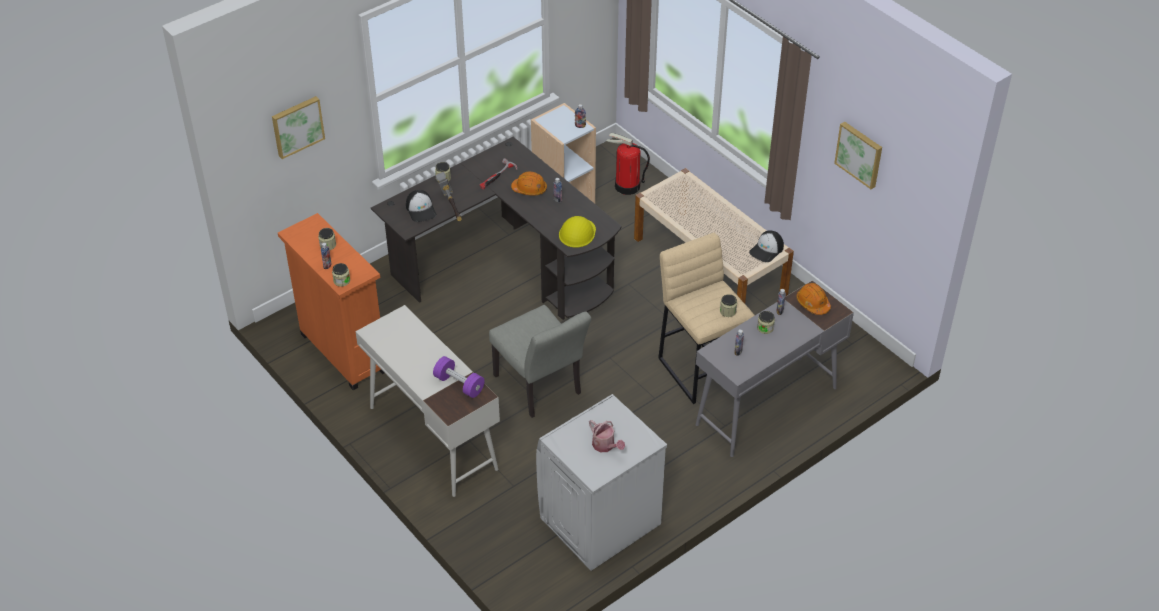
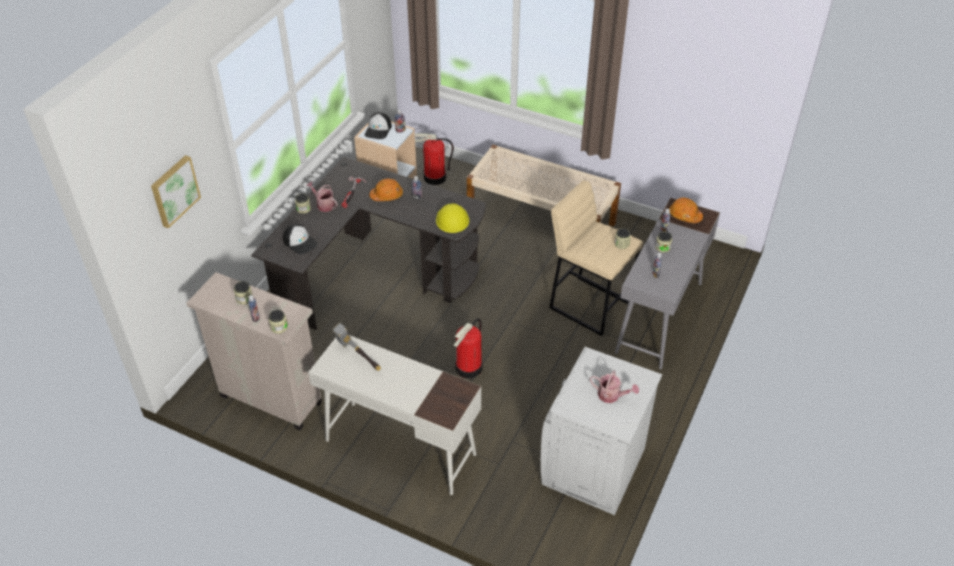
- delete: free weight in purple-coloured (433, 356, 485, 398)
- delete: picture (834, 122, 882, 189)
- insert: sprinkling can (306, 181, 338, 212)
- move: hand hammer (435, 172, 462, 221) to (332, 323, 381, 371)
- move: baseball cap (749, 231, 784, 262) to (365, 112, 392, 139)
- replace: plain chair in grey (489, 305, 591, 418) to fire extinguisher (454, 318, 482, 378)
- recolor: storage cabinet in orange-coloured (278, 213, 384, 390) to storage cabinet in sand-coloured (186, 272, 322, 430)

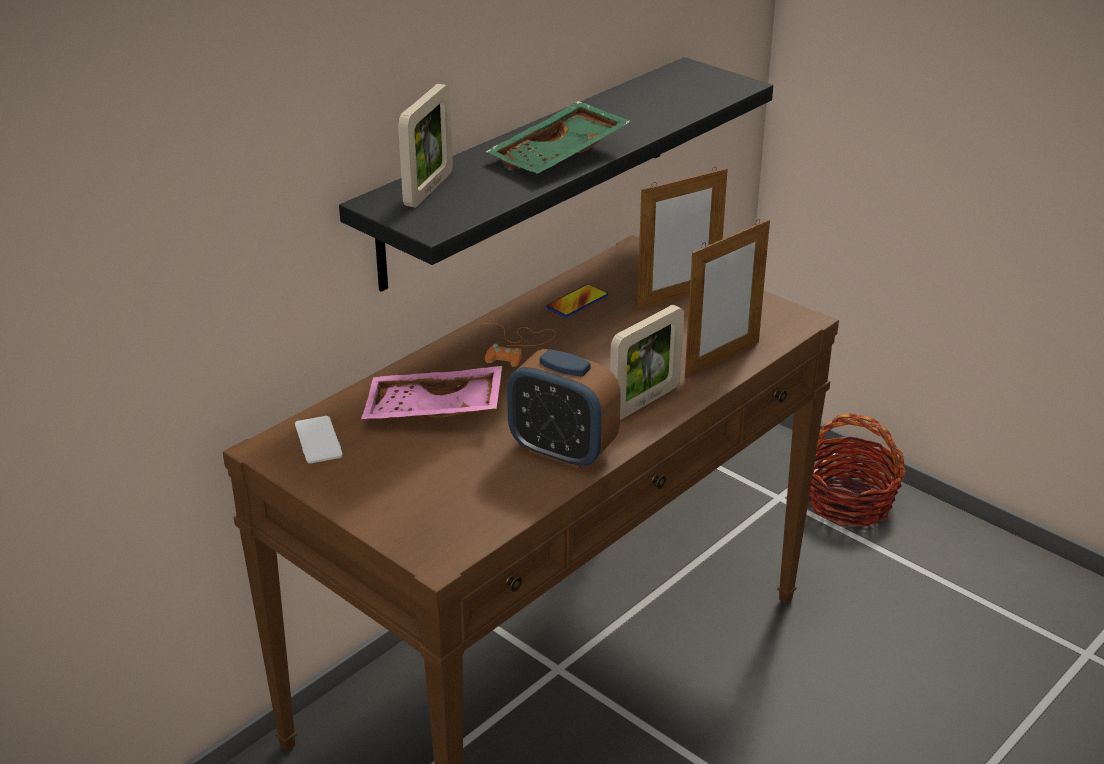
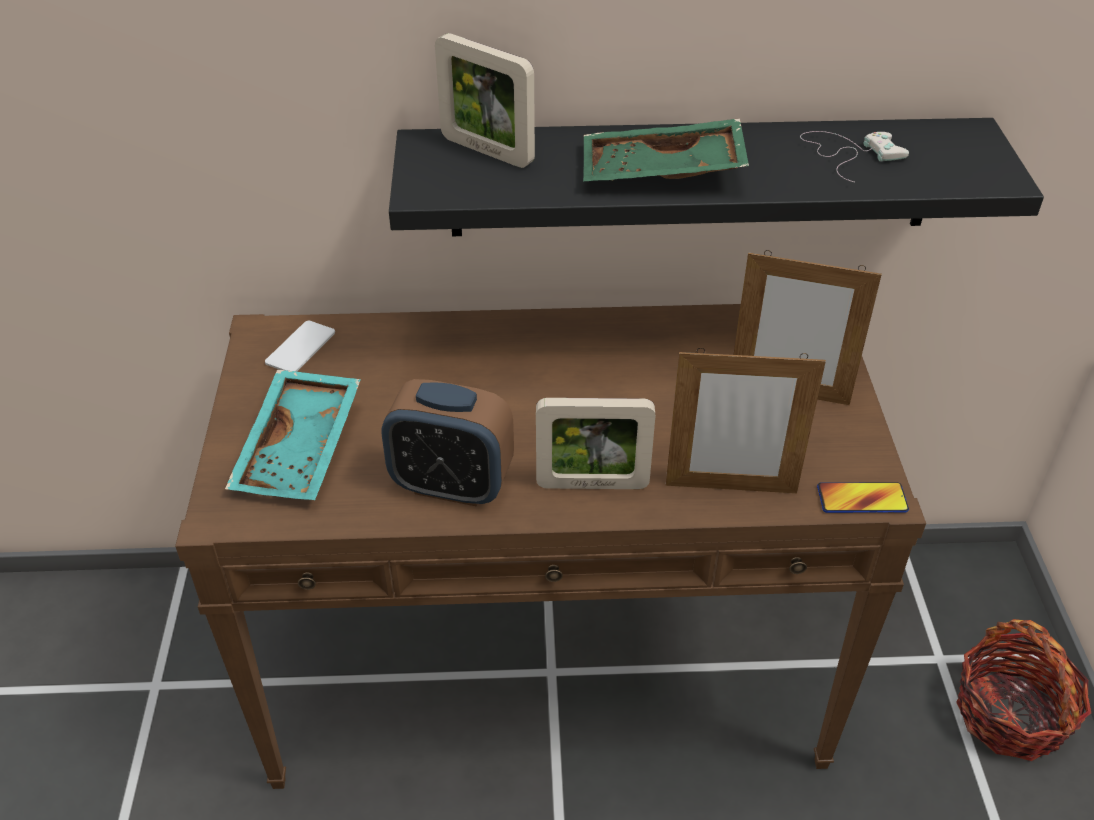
- delete: carrying tray in pinkish (361, 366, 502, 419)
- delete: gamepad in orange-coloured (481, 323, 556, 367)
- insert: carrying tray in turquoise (225, 370, 361, 500)
- insert: gamepad in white (800, 131, 909, 183)
- move: telephone (546, 284, 608, 317) to (817, 482, 909, 513)
- rotate: picture frame (398, 84, 453, 207) = (435, 33, 535, 168) 60 degrees clockwise
- rotate: table clock (507, 349, 621, 469) = (382, 379, 514, 507) 60 degrees counterclockwise

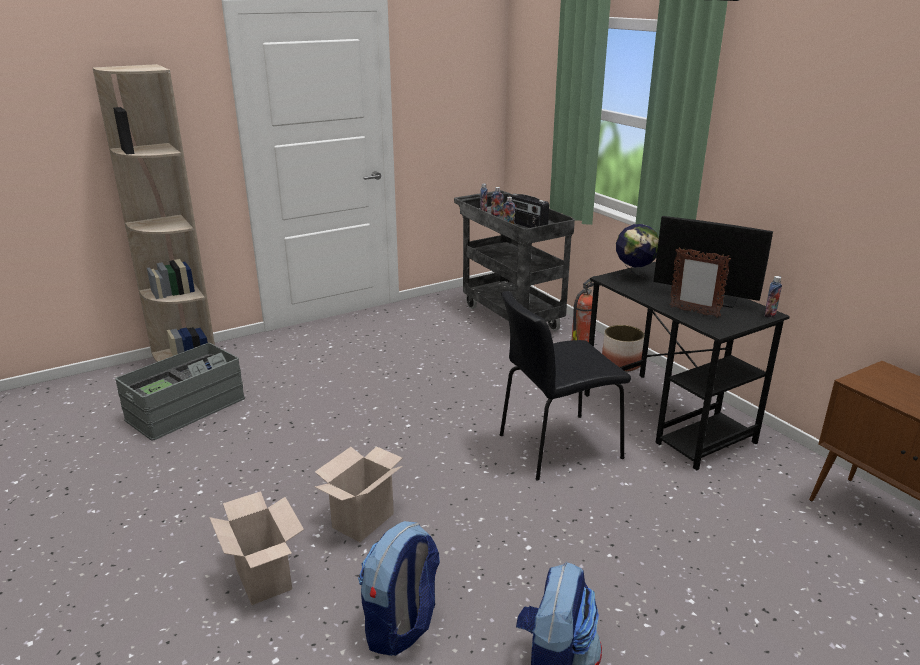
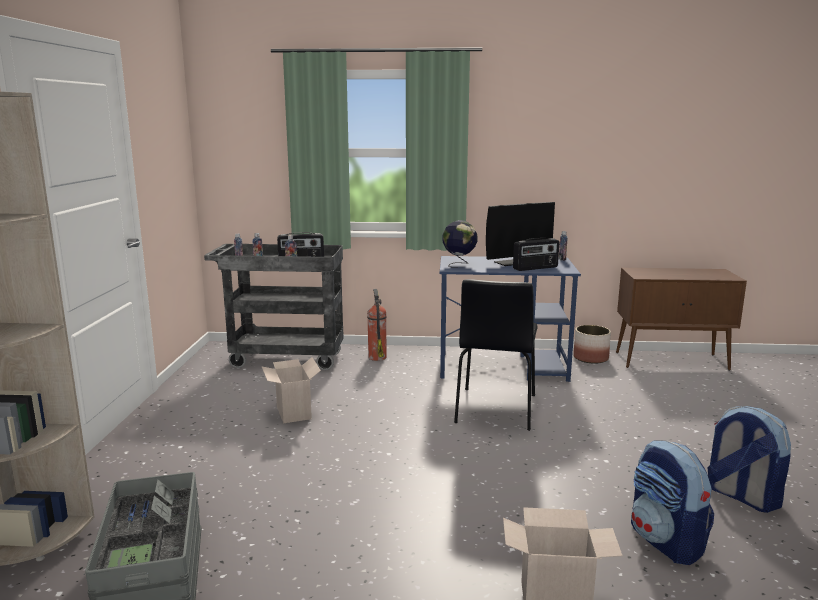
- move: carton (315, 446, 402, 542) to (262, 357, 321, 424)
- move: planter (602, 325, 645, 372) to (573, 325, 611, 364)
- replace: picture frame (669, 248, 731, 318) to radio (513, 238, 559, 271)
- recolor: desk unit in black (584, 262, 790, 470) to desk unit in blue (440, 256, 581, 382)

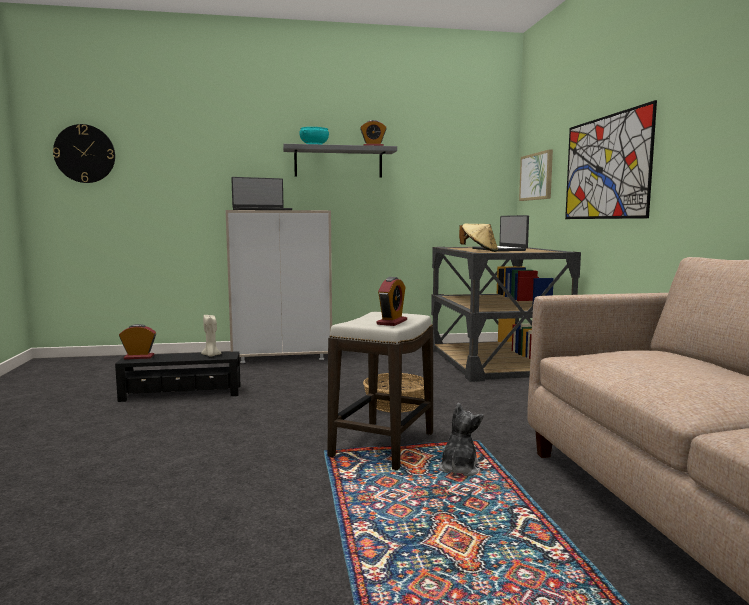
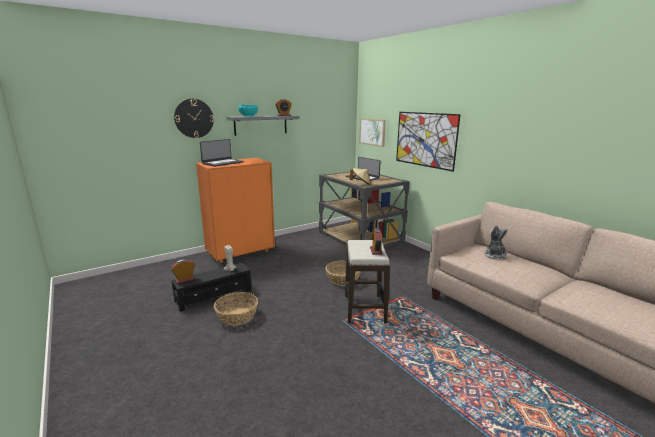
- insert: household basket (214, 292, 258, 325)
- move: clock on the wall (53, 124, 115, 183) to (174, 99, 214, 138)
- move: soft toy (439, 403, 483, 476) to (483, 225, 507, 259)
- recolor: storage cabinet in sand-coloured (225, 210, 332, 363) to storage cabinet in orange-coloured (196, 158, 275, 263)

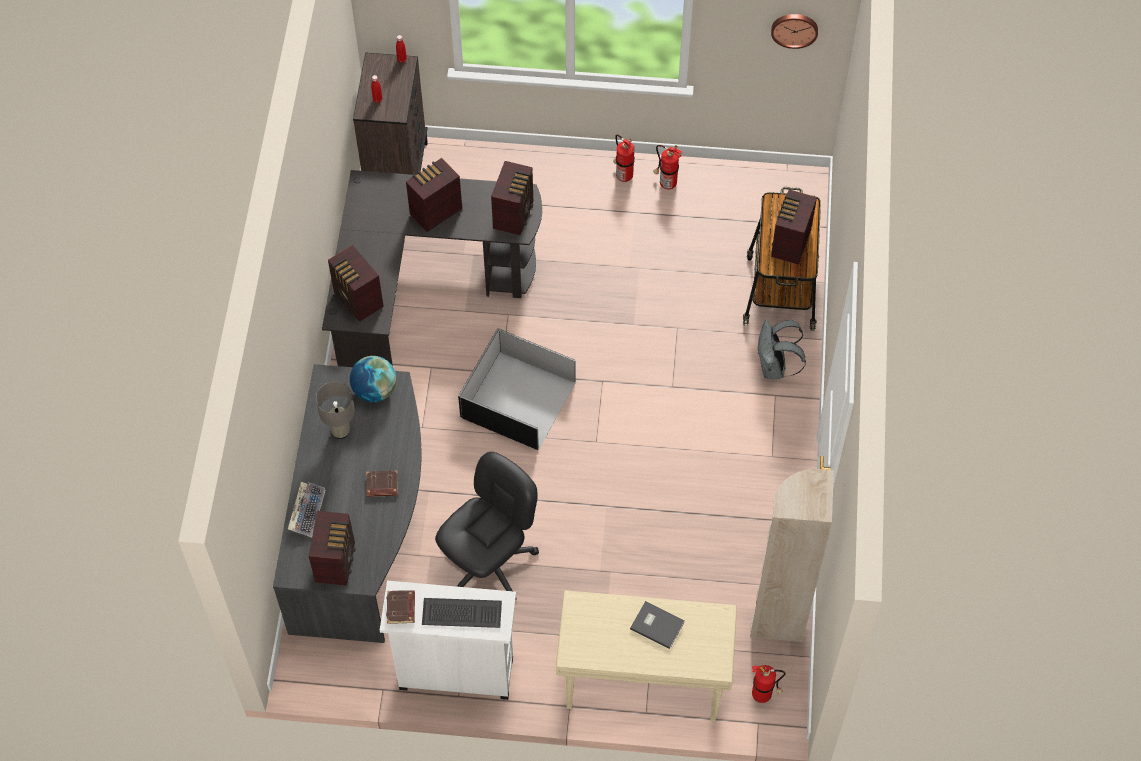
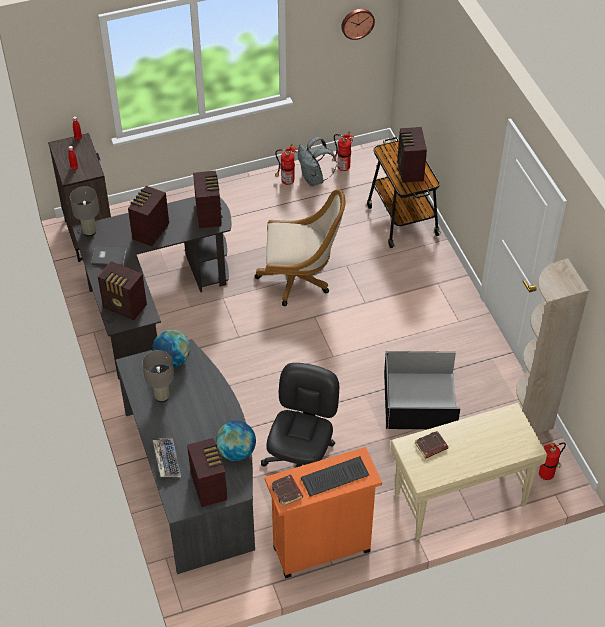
- insert: tabletop lamp in grey (70, 186, 99, 237)
- insert: world globe (216, 421, 256, 461)
- insert: desk chair (255, 189, 345, 306)
- move: bound book in brown-coloured (366, 470, 398, 497) to (415, 431, 448, 459)
- move: storage container in black (458, 328, 576, 450) to (384, 351, 460, 429)
- move: fire extinguisher (613, 134, 635, 182) to (332, 132, 354, 171)
- move: bound book in grey (630, 601, 685, 649) to (91, 246, 127, 266)
- move: backpack in grey (757, 320, 806, 379) to (298, 137, 337, 186)
- recolor: storage cabinet in white (380, 581, 516, 700) to storage cabinet in orange-coloured (265, 447, 382, 579)

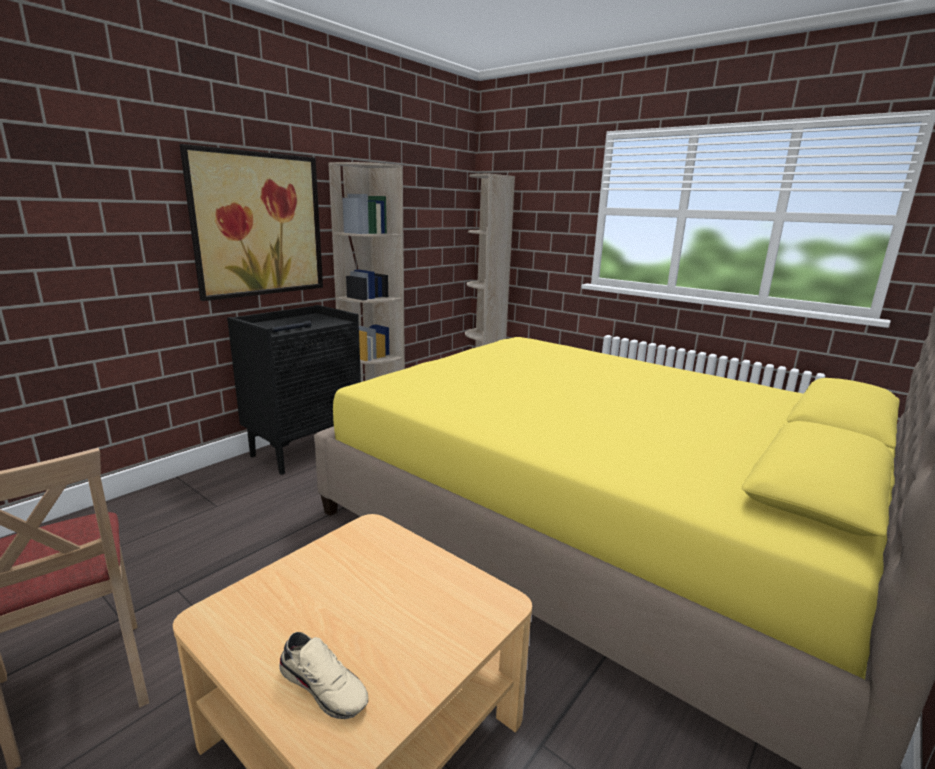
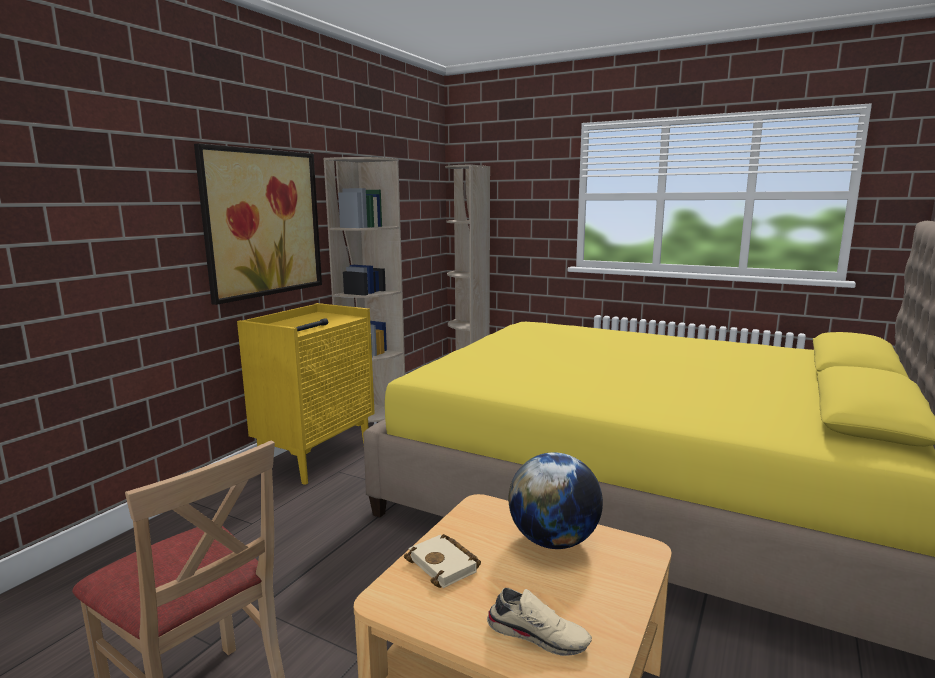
- insert: bound book in sand-coloured (404, 534, 481, 588)
- insert: world globe (509, 452, 603, 549)
- recolor: storage cabinet in black (227, 305, 361, 474) to storage cabinet in yellow (237, 303, 375, 485)

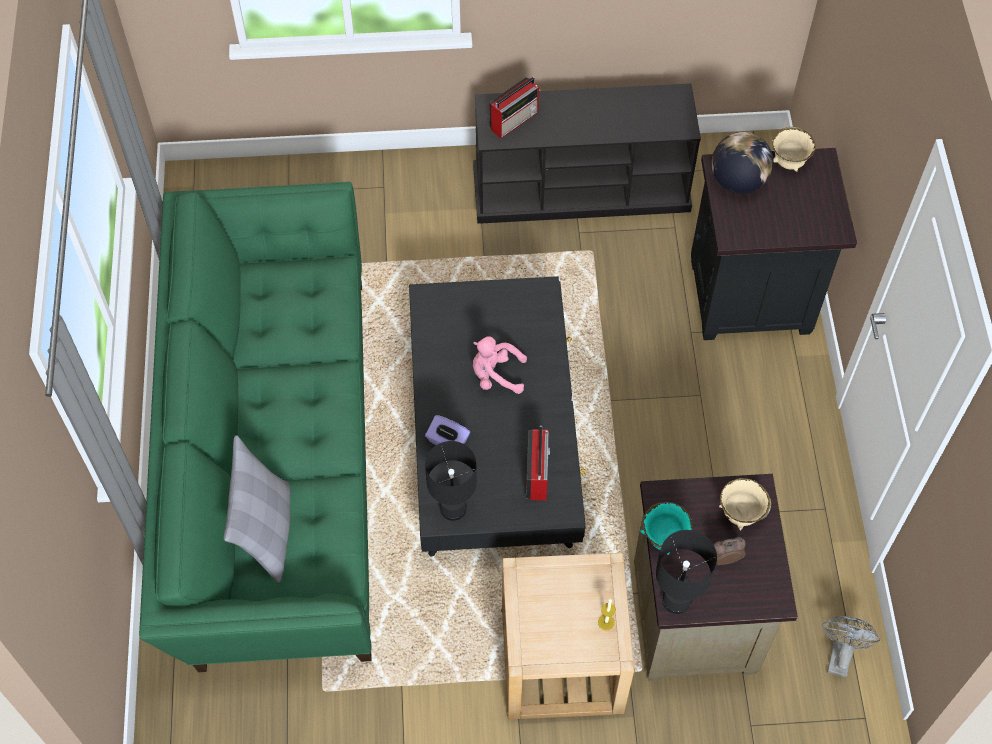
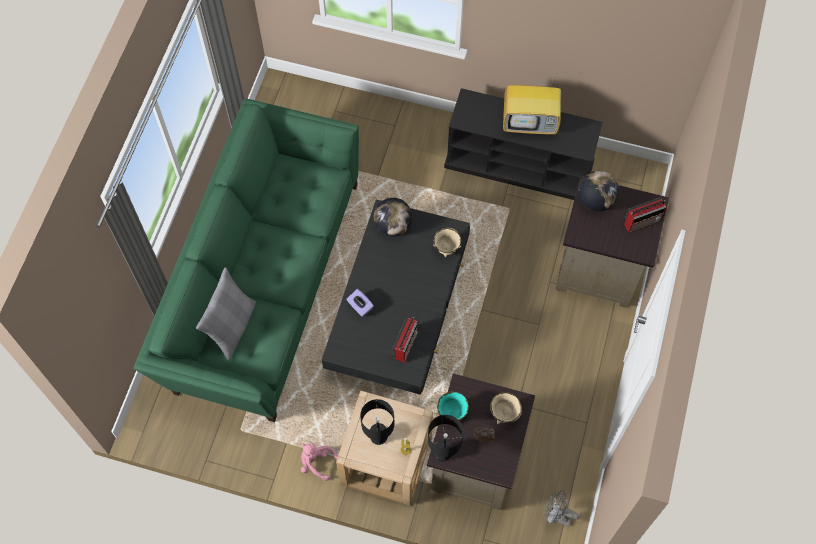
- insert: world globe (374, 198, 412, 237)
- insert: TV (503, 69, 561, 134)
- move: tabletop lamp in black (425, 441, 477, 521) to (360, 399, 394, 445)
- move: soft toy in pinkish (473, 336, 527, 394) to (301, 443, 338, 481)
- move: radio (490, 77, 539, 138) to (624, 197, 667, 233)
- move: serving bowl in sand-coloured (772, 127, 816, 172) to (433, 227, 462, 257)
- recolor: storage cabinet in black (691, 148, 857, 340) to storage cabinet in sand-coloured (556, 176, 669, 308)
- rotate: electric fan in grey (822, 616, 880, 678) = (545, 490, 579, 527) 105 degrees counterclockwise

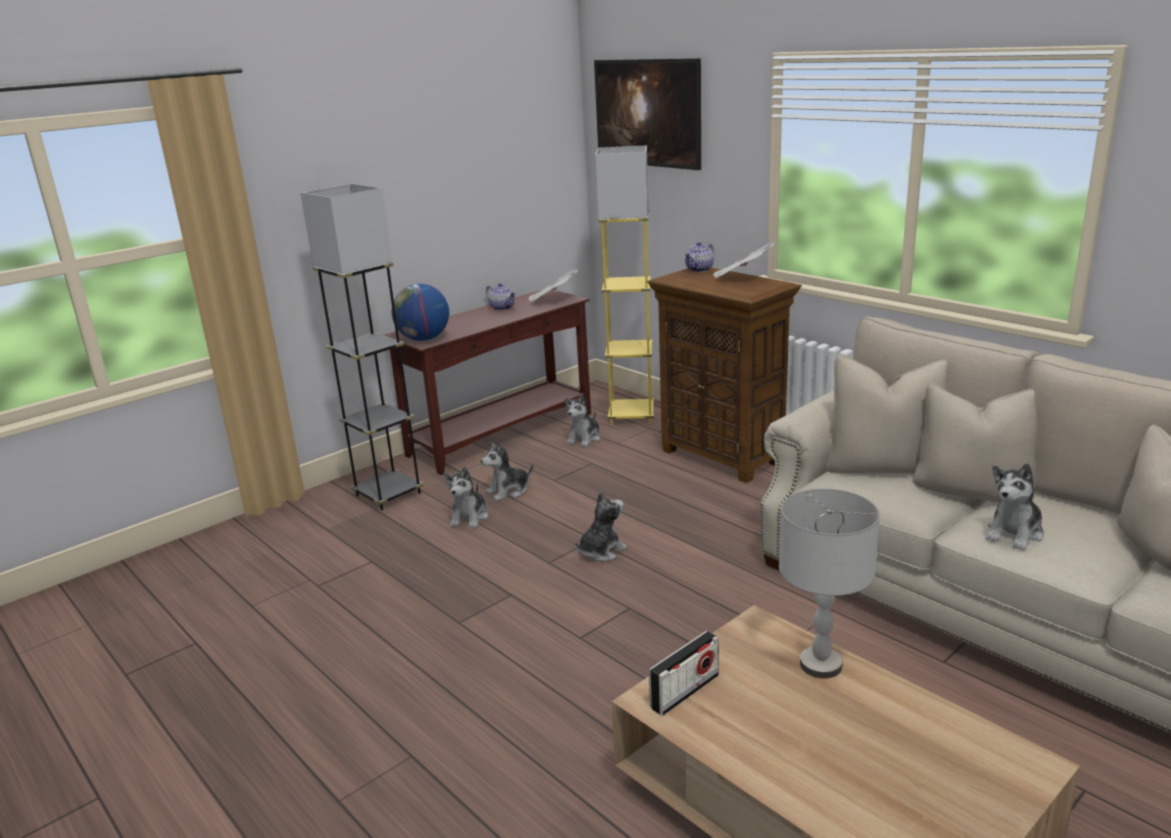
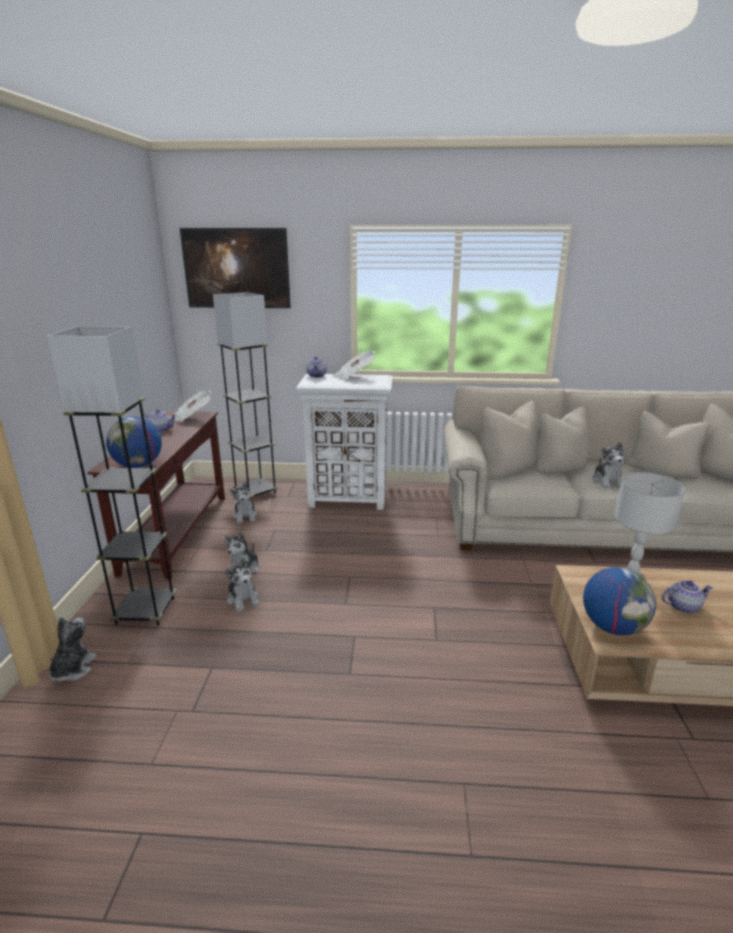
- insert: teapot (662, 580, 713, 613)
- move: soft toy (575, 491, 627, 562) to (49, 617, 96, 682)
- replace: radio (649, 631, 719, 716) to world globe (583, 567, 656, 635)
- recolor: standard lamp in yellow (595, 145, 654, 425) to standard lamp in grey (213, 292, 278, 498)
- recolor: storage cabinet in brown-coloured (647, 268, 802, 483) to storage cabinet in white (296, 374, 392, 510)

